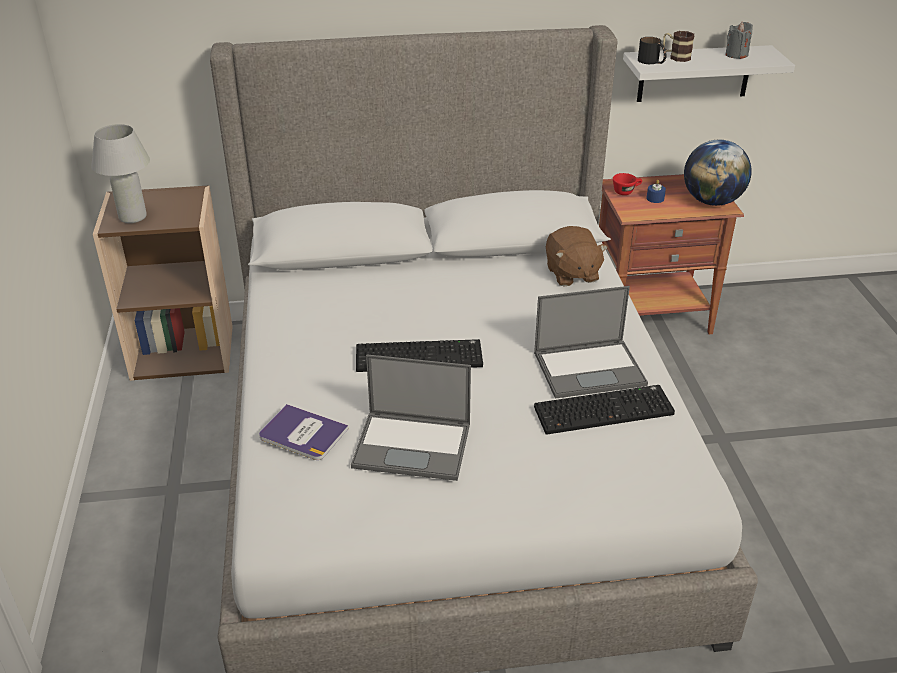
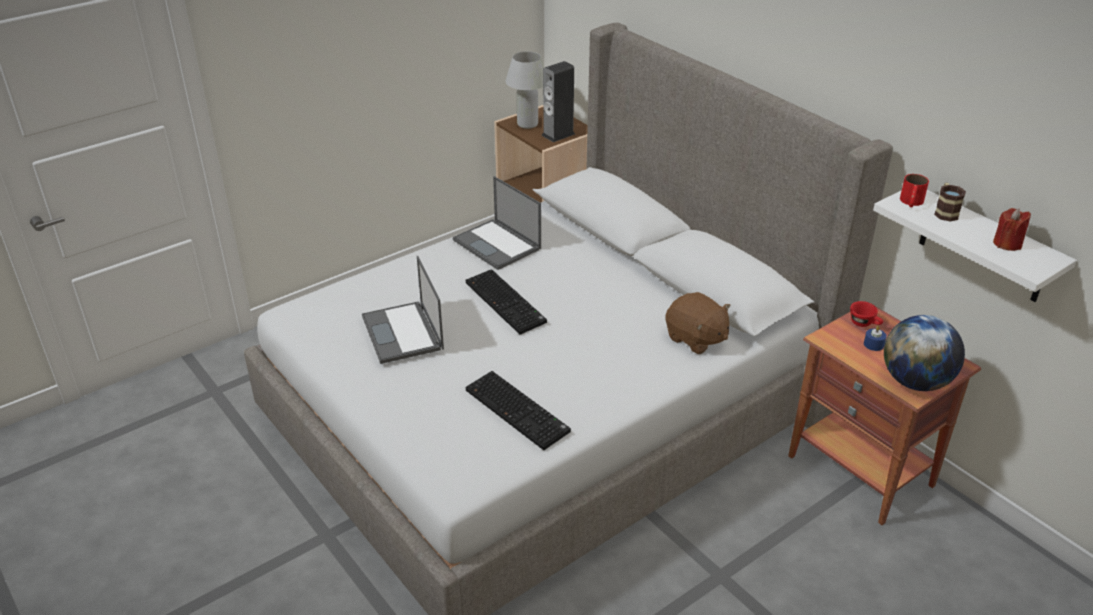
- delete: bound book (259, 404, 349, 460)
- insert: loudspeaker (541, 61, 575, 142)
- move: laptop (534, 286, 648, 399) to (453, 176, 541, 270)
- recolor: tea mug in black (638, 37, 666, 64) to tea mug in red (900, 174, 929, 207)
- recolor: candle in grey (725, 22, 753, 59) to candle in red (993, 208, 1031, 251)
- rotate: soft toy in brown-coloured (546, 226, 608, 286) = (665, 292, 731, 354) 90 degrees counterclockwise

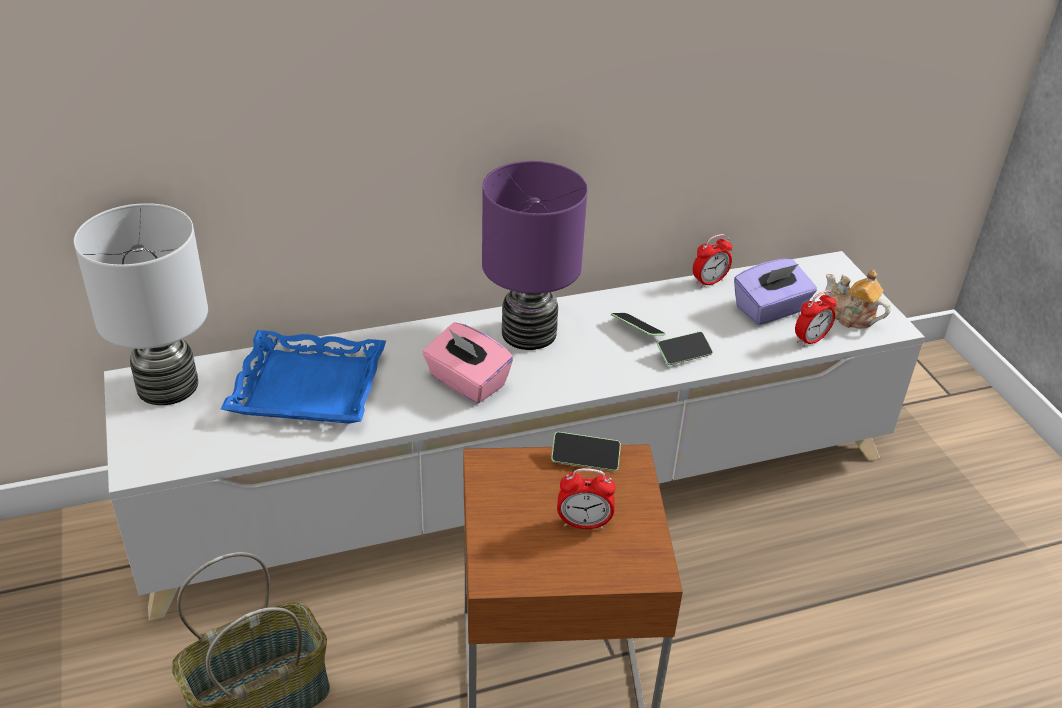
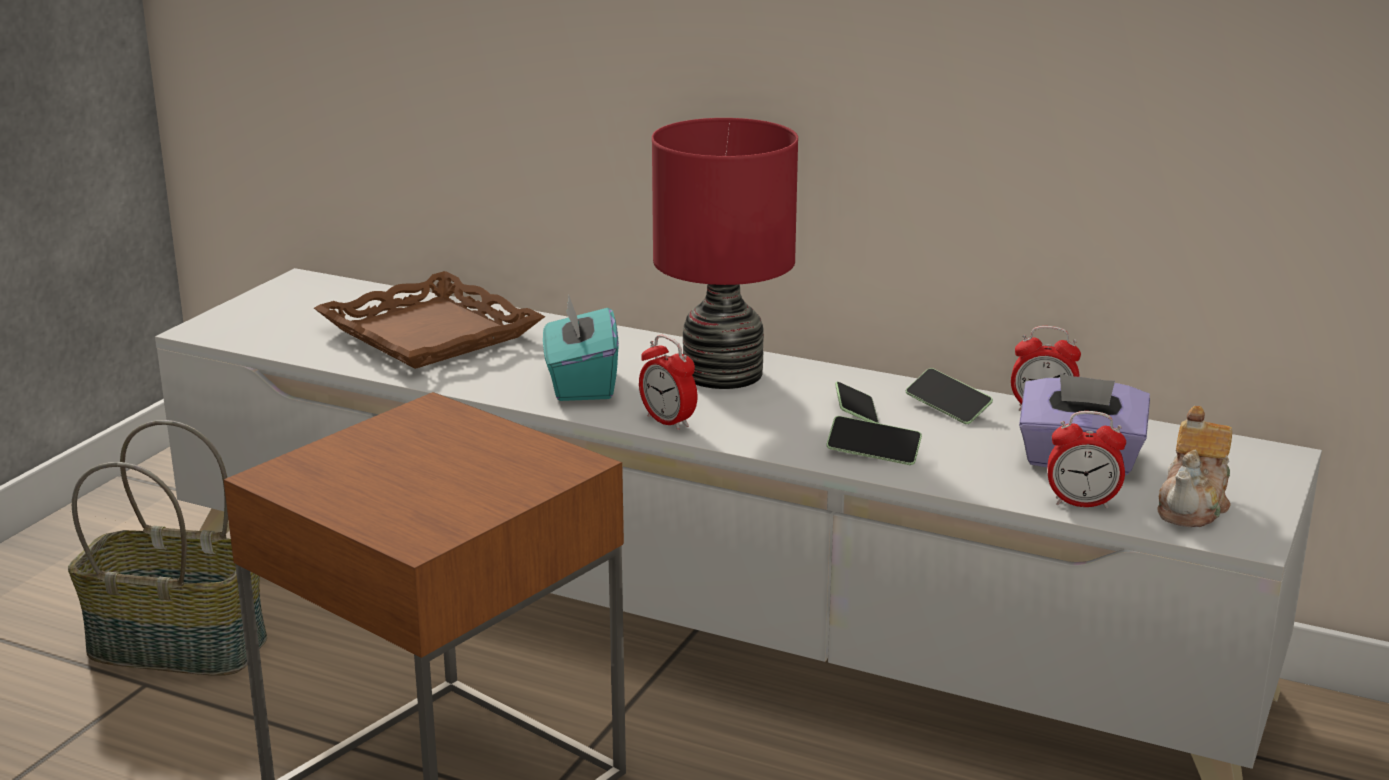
- delete: tabletop lamp in grey (74, 203, 208, 405)
- move: telephone (551, 432, 621, 471) to (906, 368, 993, 424)
- move: table clock (557, 468, 616, 529) to (639, 335, 697, 430)
- recolor: carrying tray in blue (221, 330, 386, 424) to carrying tray in brown-coloured (314, 271, 545, 369)
- recolor: tissue box in pinkish (422, 322, 513, 404) to tissue box in turquoise (543, 294, 619, 401)
- recolor: tabletop lamp in purple-coloured (482, 161, 588, 350) to tabletop lamp in red (652, 118, 798, 389)
- rotate: teapot (825, 270, 891, 329) = (1157, 406, 1232, 527) 150 degrees counterclockwise

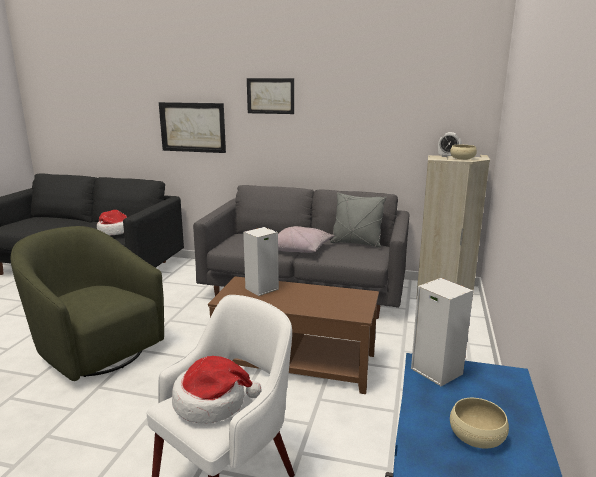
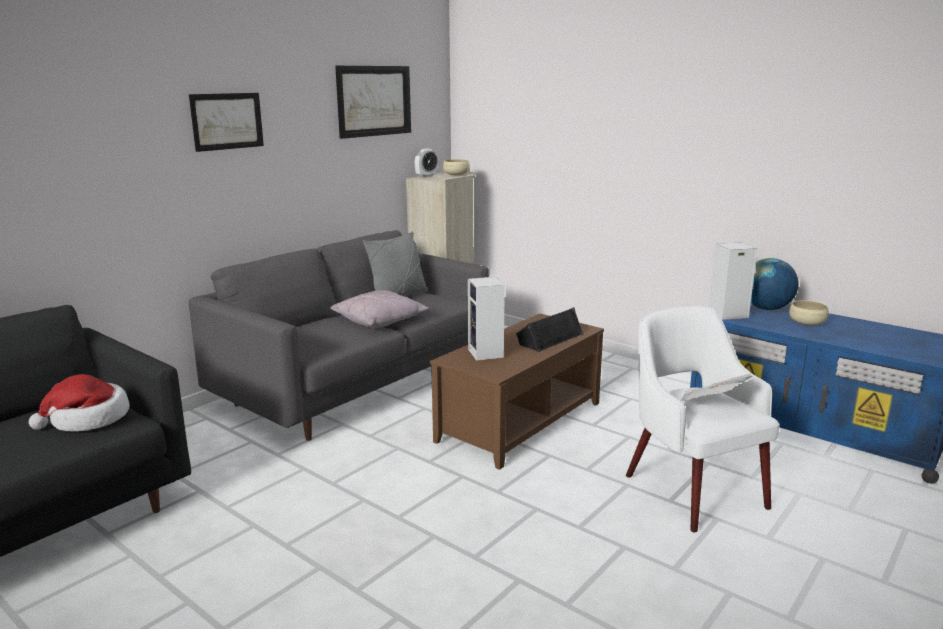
- delete: armchair in green-coloured (10, 226, 164, 381)
- insert: loudspeaker in black (516, 307, 583, 352)
- insert: world globe (751, 258, 799, 310)
- move: picture (159, 102, 226, 153) to (335, 66, 411, 139)
- replace: wearable hat (172, 356, 262, 424) to daily paper (681, 374, 753, 401)

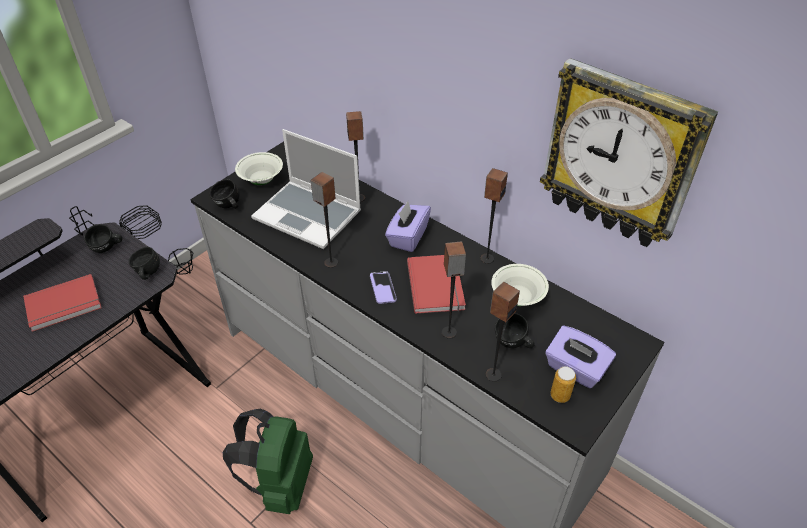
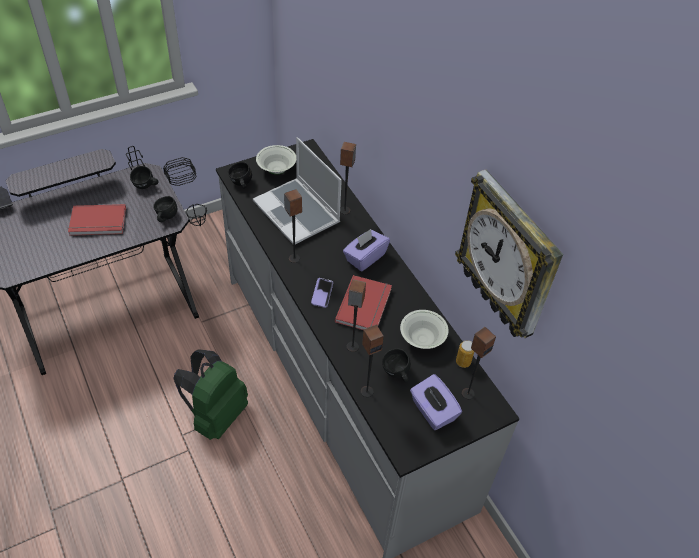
- move: loudspeaker (480, 168, 508, 264) to (462, 327, 496, 399)
- move: metal can (550, 366, 576, 403) to (456, 340, 474, 368)

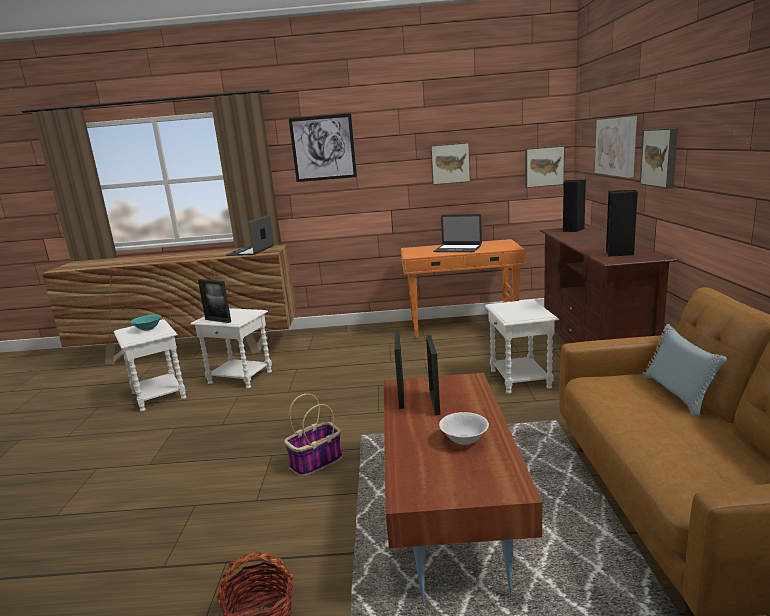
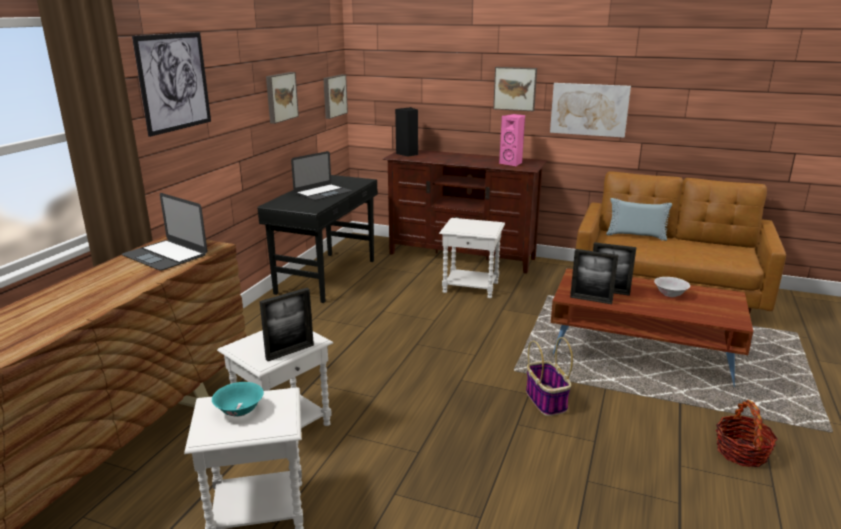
- move: picture (595, 116, 637, 177) to (550, 83, 631, 138)
- recolor: console table in orange-coloured (401, 239, 526, 339) to console table in black (258, 175, 378, 303)
- recolor: loudspeaker in black (606, 190, 638, 257) to loudspeaker in pinkish (499, 114, 525, 166)

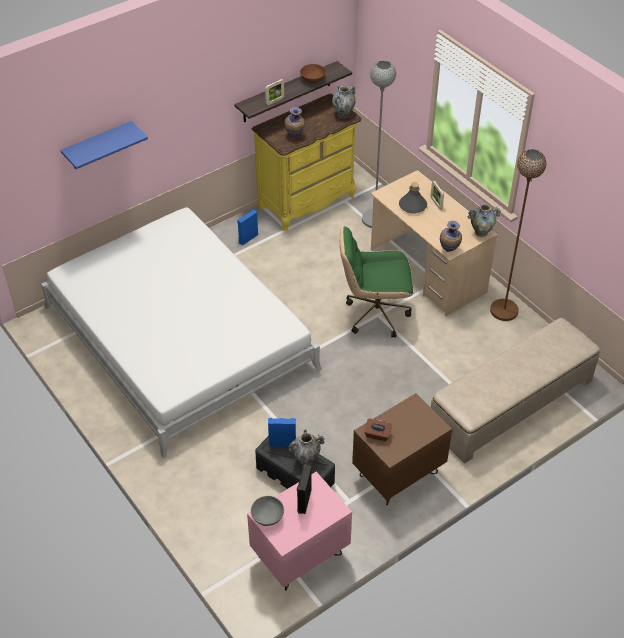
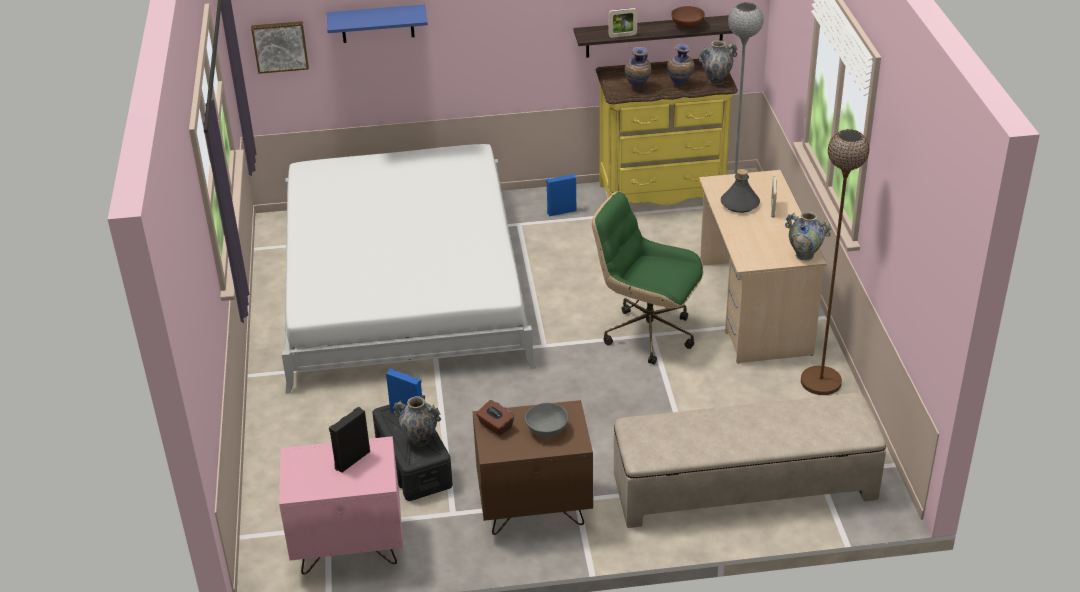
- insert: picture (251, 21, 309, 74)
- move: serving bowl in grey (251, 496, 284, 526) to (525, 403, 568, 437)
- move: flower vase (440, 221, 462, 252) to (667, 44, 695, 85)

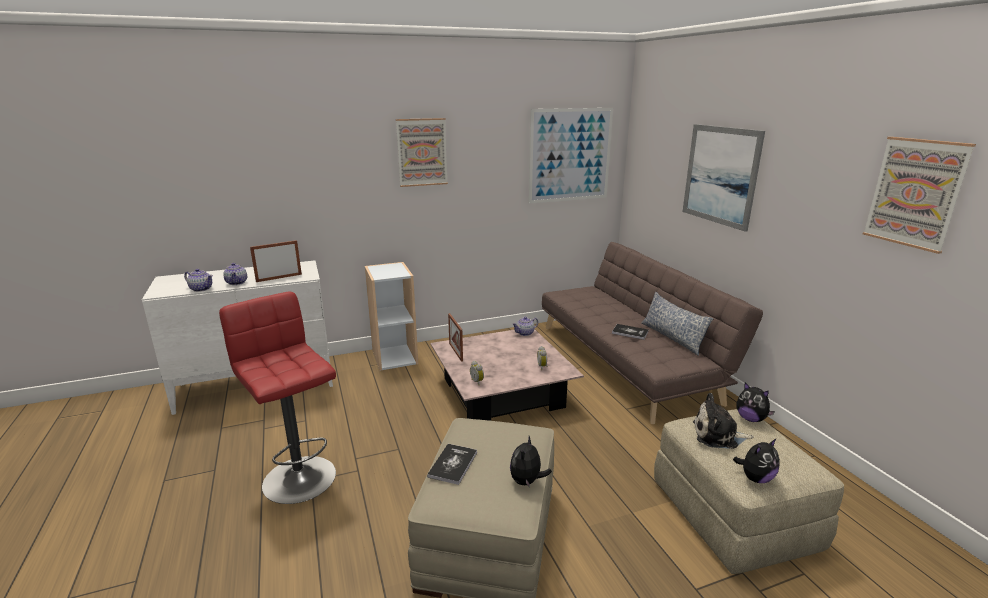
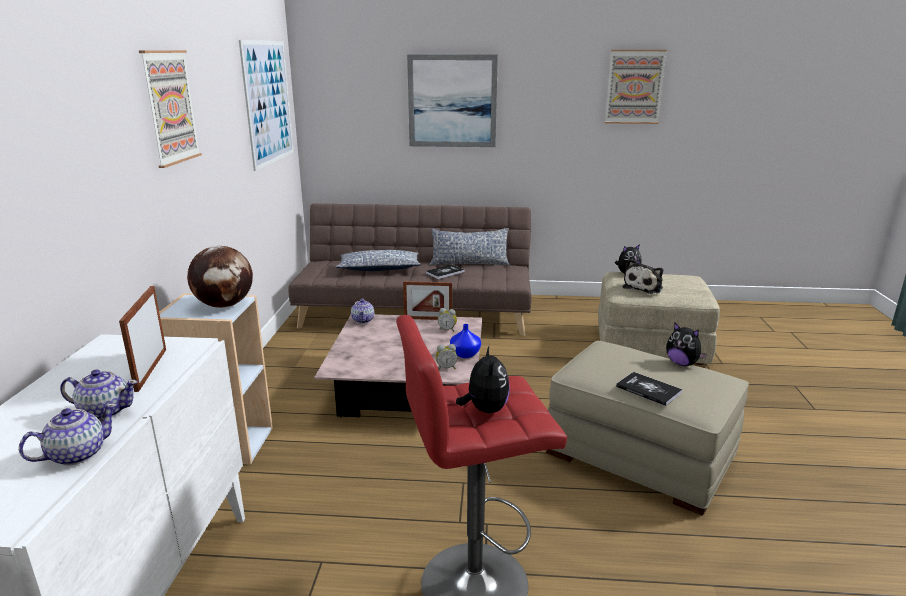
- insert: world globe (187, 246, 253, 308)
- insert: pillow (335, 250, 421, 271)
- insert: flower vase in blue (450, 324, 481, 358)
- move: picture frame (448, 313, 463, 362) to (403, 281, 452, 320)
- move: soft toy (733, 439, 780, 483) to (456, 347, 510, 413)

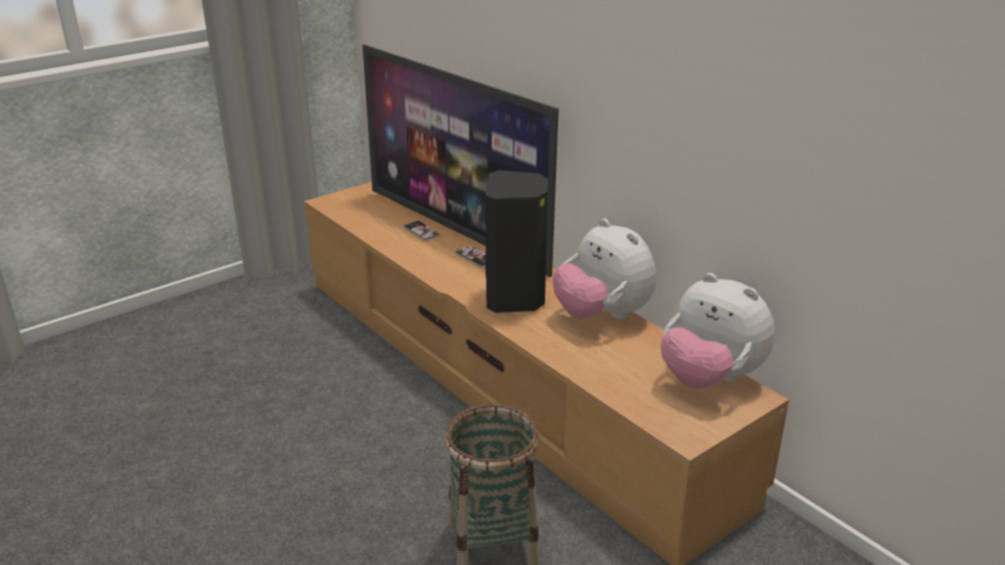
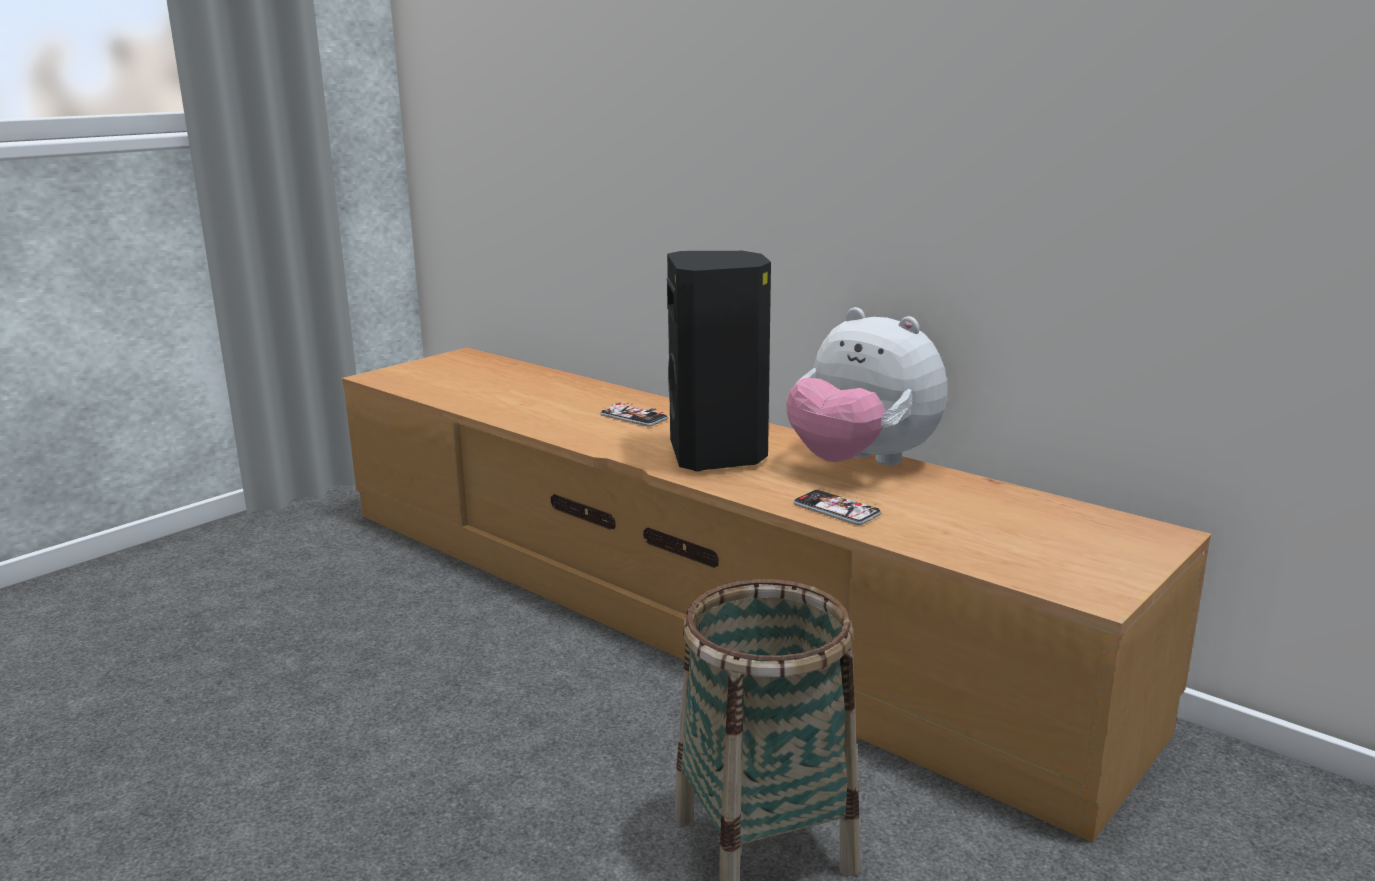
- delete: TV (362, 44, 559, 277)
- delete: soft toy (661, 273, 775, 389)
- move: telephone (403, 221, 440, 241) to (793, 490, 881, 525)

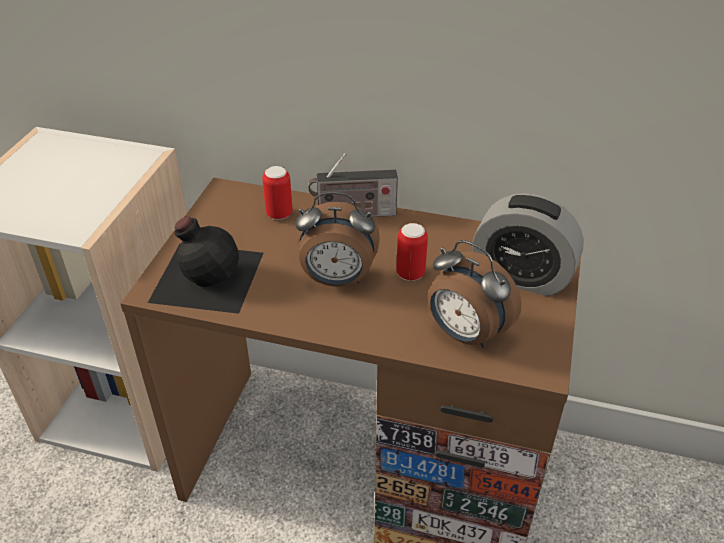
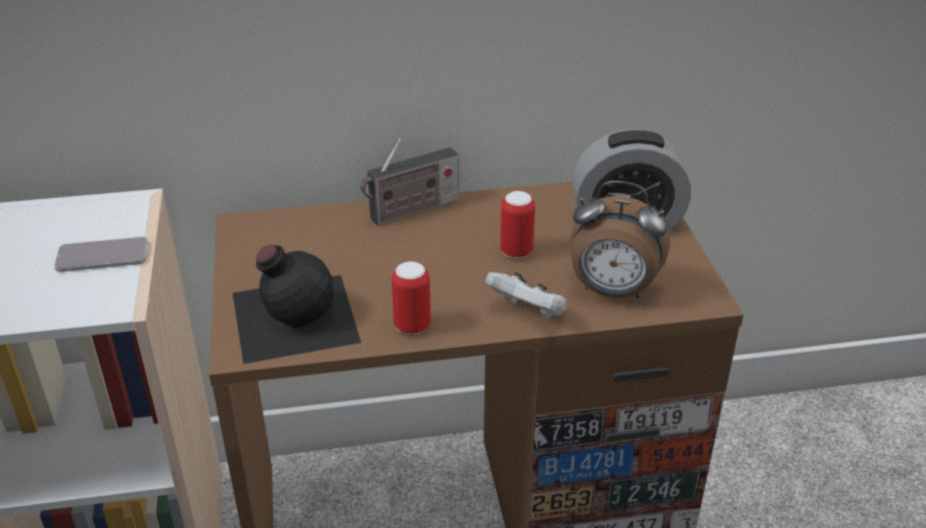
- delete: table clock (296, 192, 380, 287)
- insert: telephone (54, 237, 148, 272)
- insert: gamepad in white (485, 272, 566, 319)
- move: metal can (262, 166, 293, 220) to (392, 262, 431, 334)

